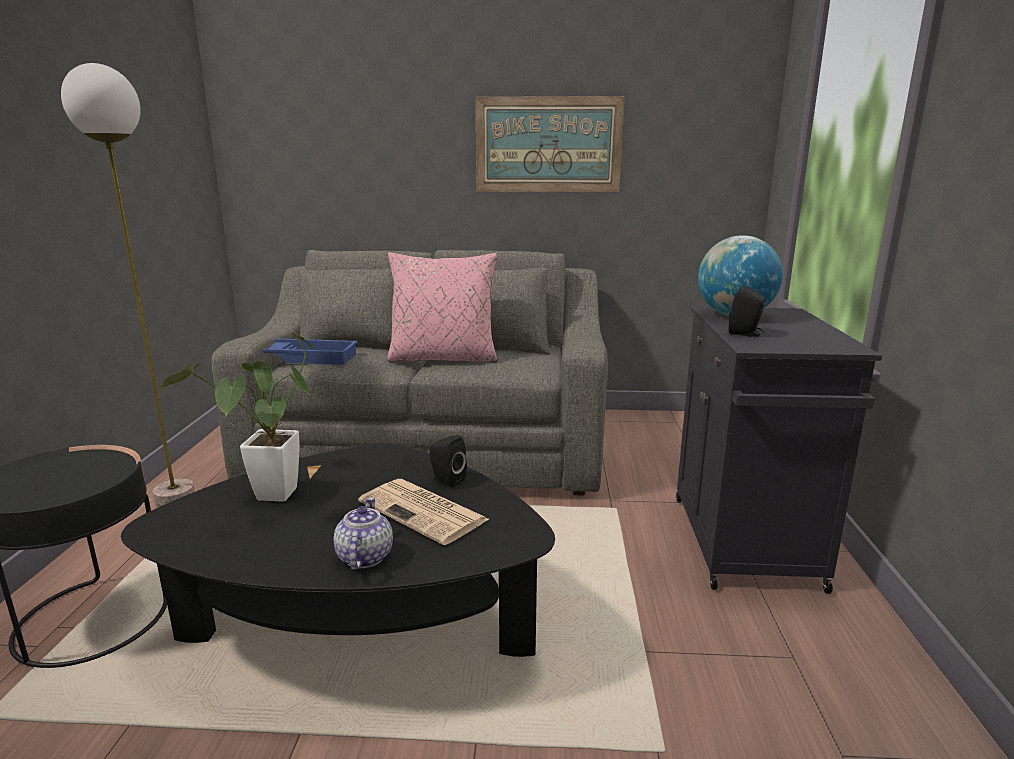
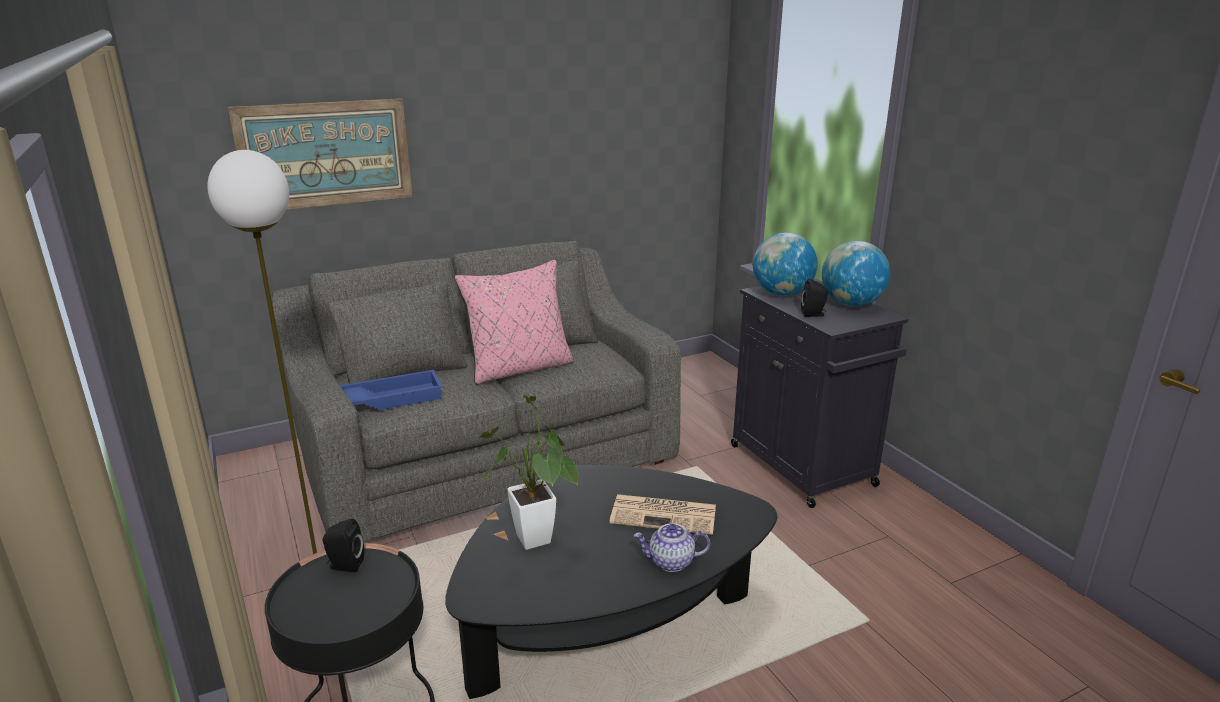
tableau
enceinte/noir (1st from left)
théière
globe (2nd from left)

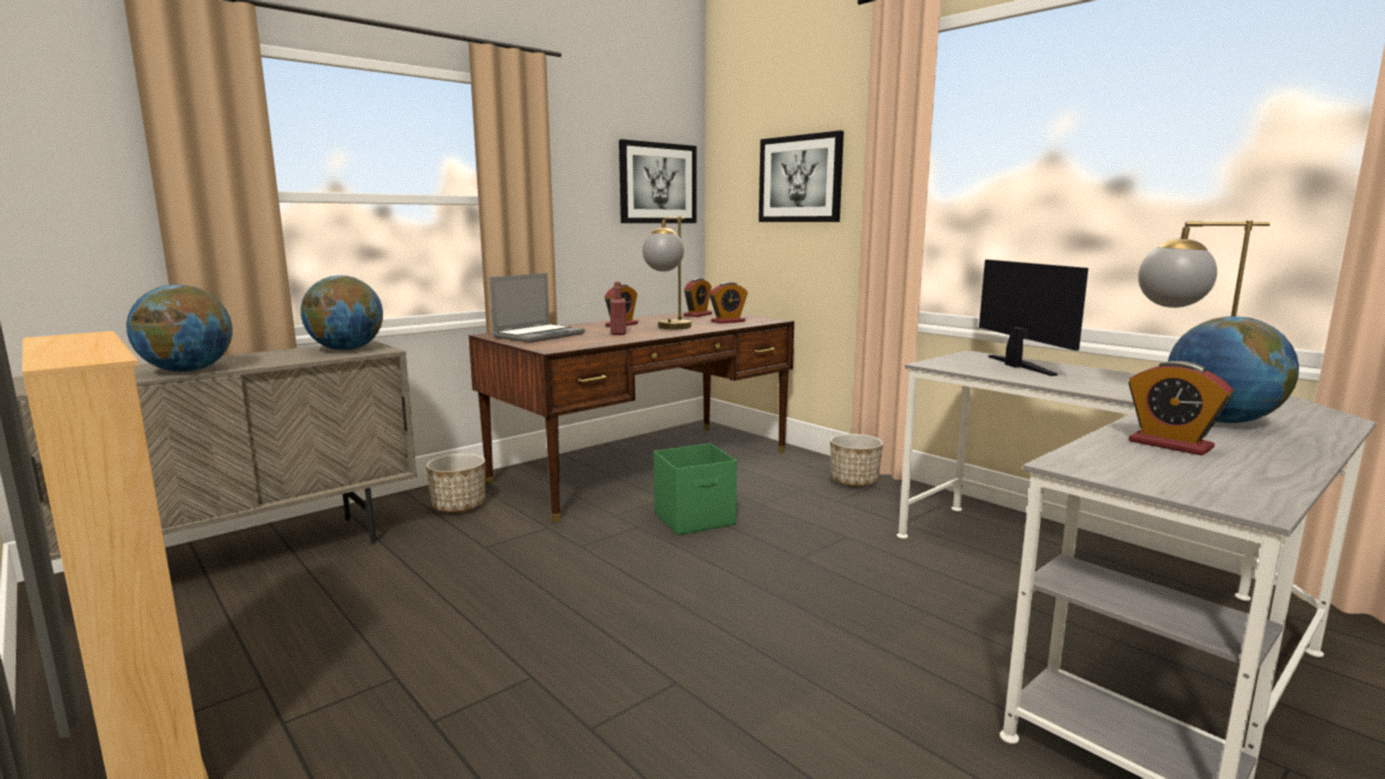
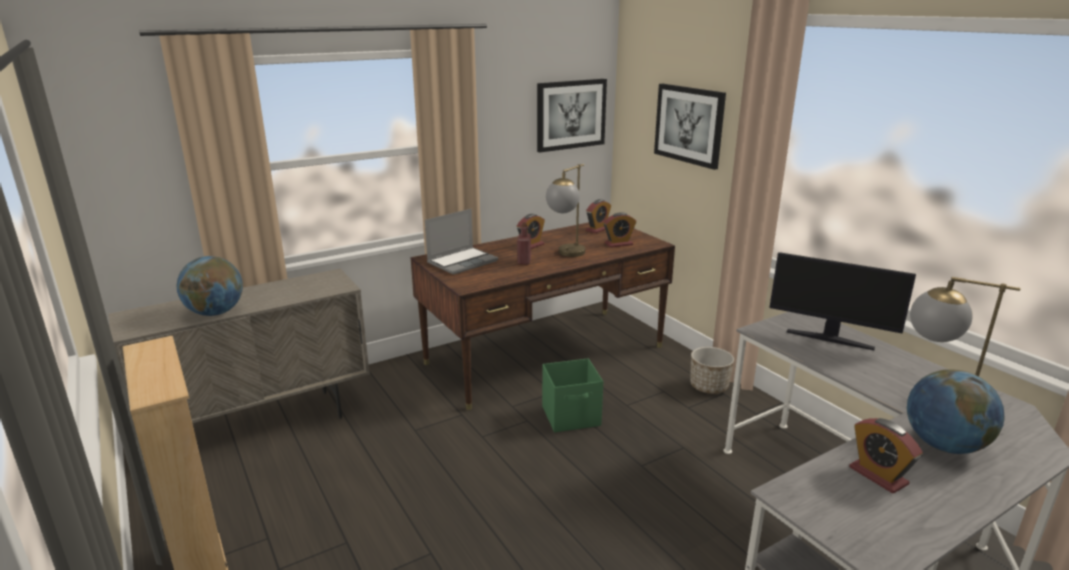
écran d'ordinateur
globe (2nd from left in the first image)
cache-pot (1st from left in the first image)

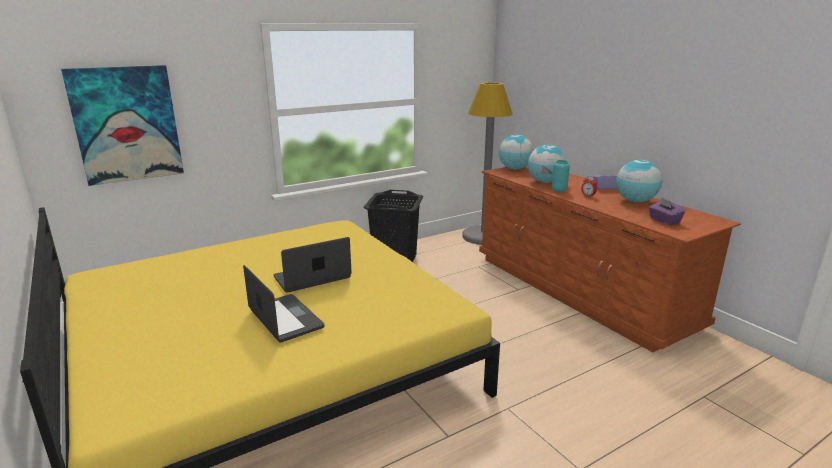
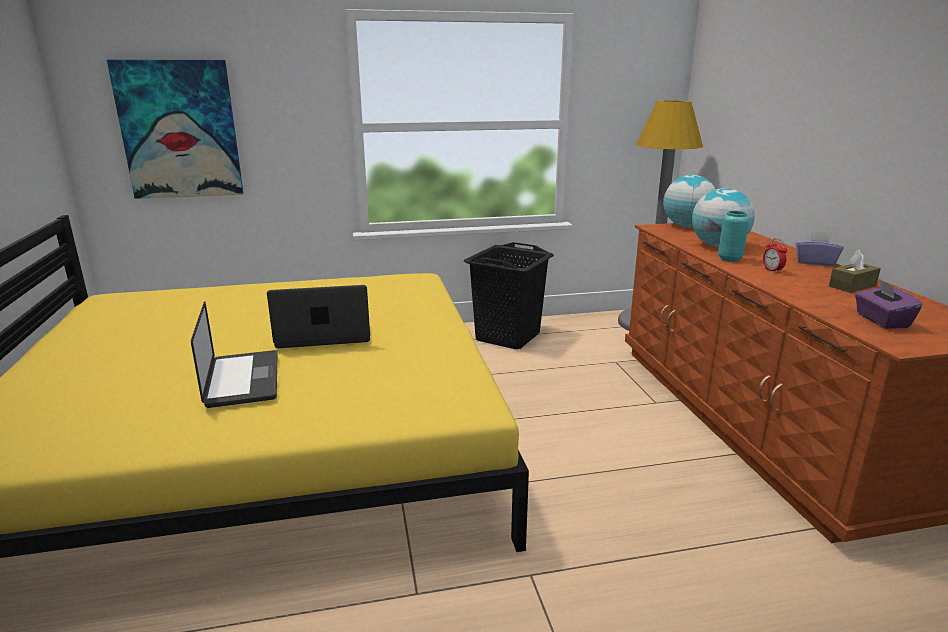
boîte à mouchoirs/marron

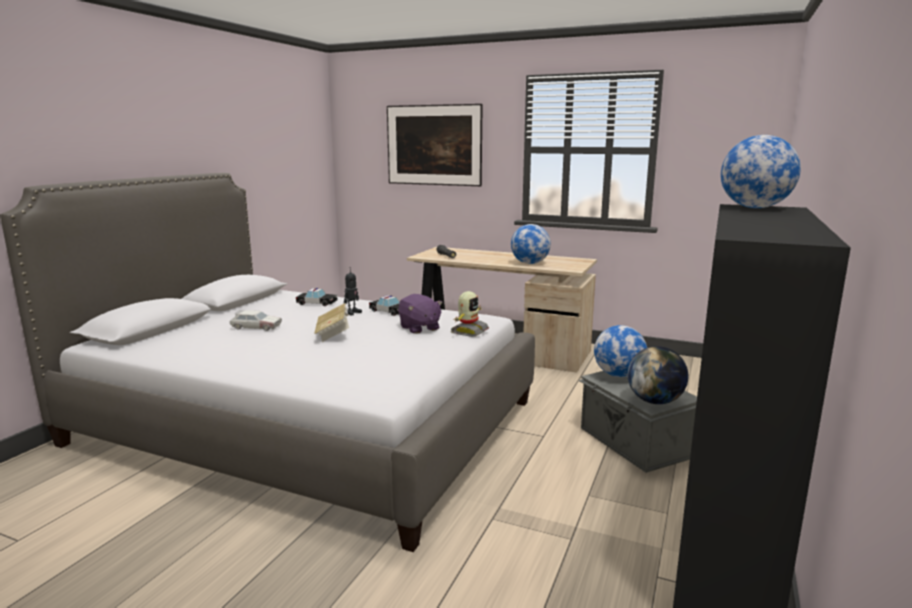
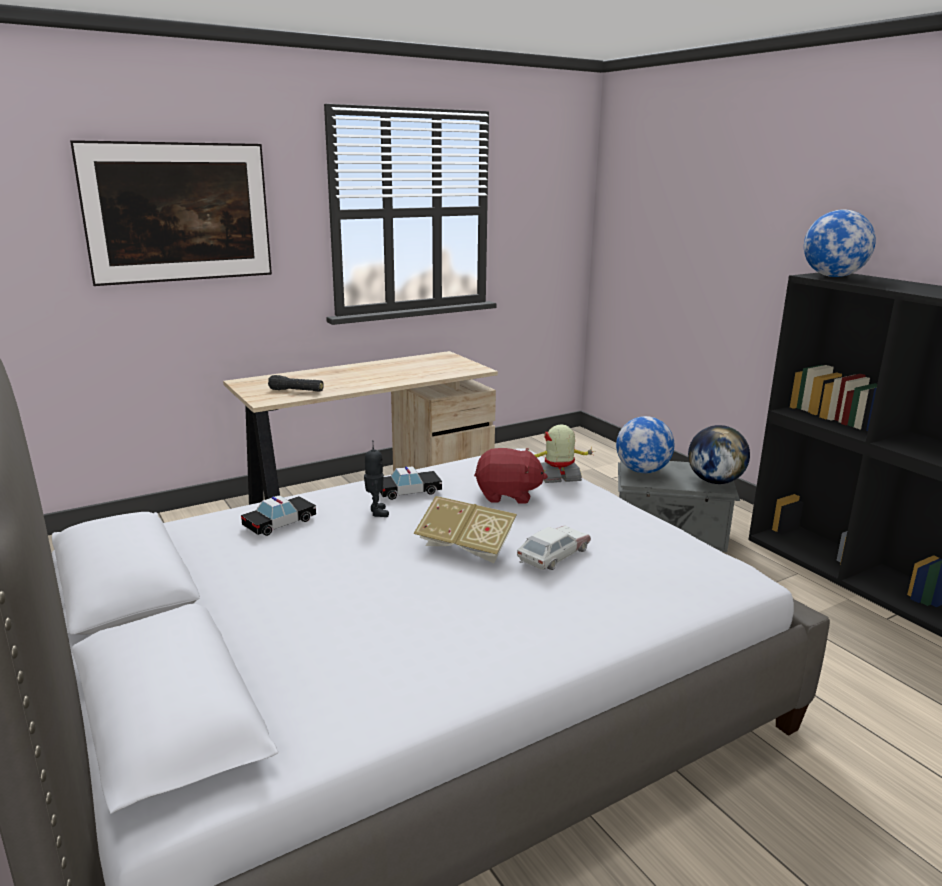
globe (1st from left in the first image)
robot jouet (2nd from left)
peluche/rouge
petite voiture (3rd from left)

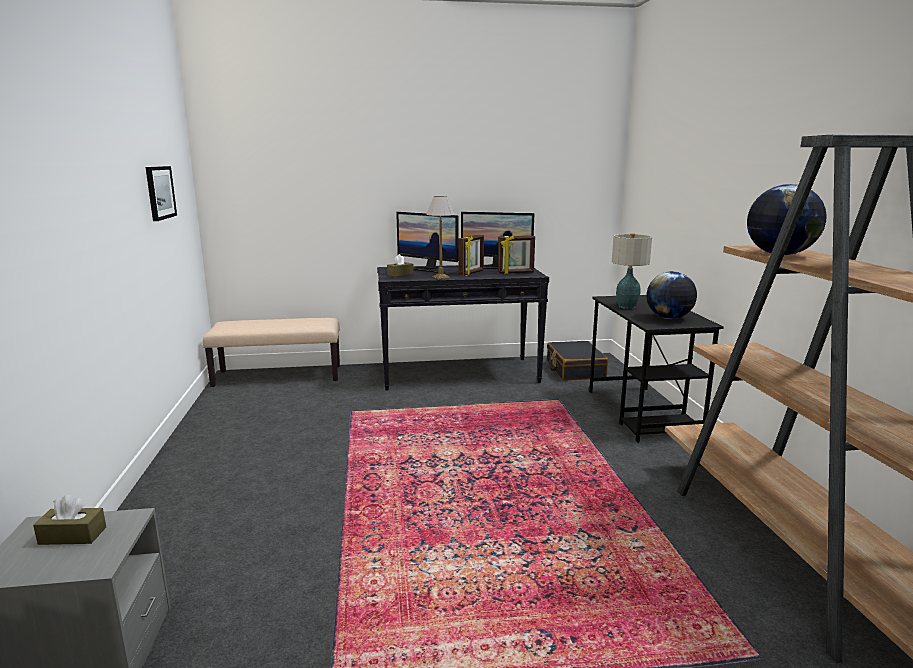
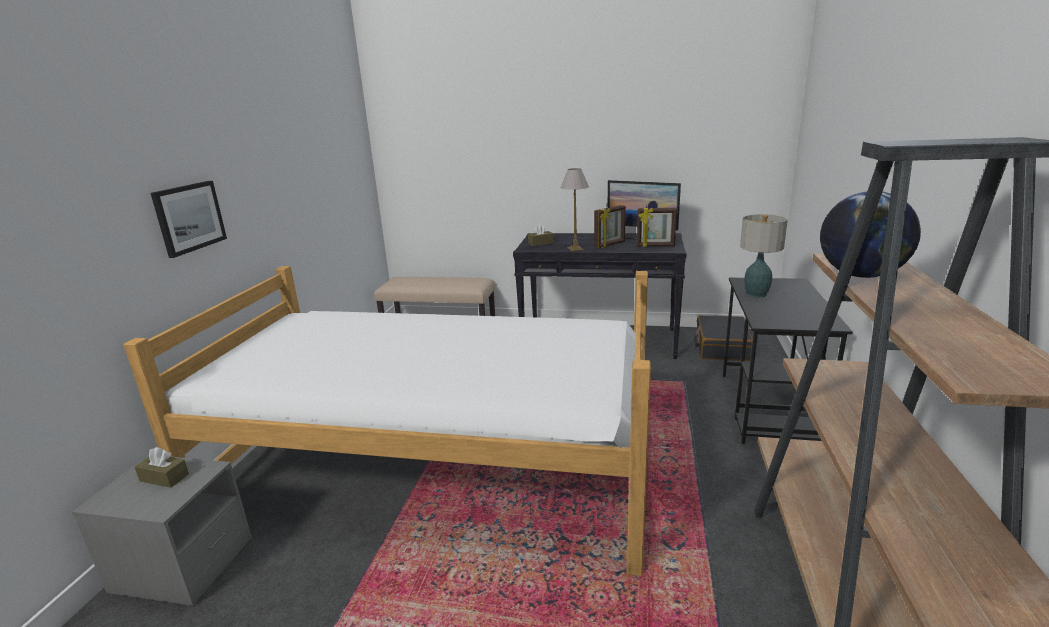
tableau
écran d'ordinateur (1st from left in the first image)
globe (1st from left in the first image)
lit

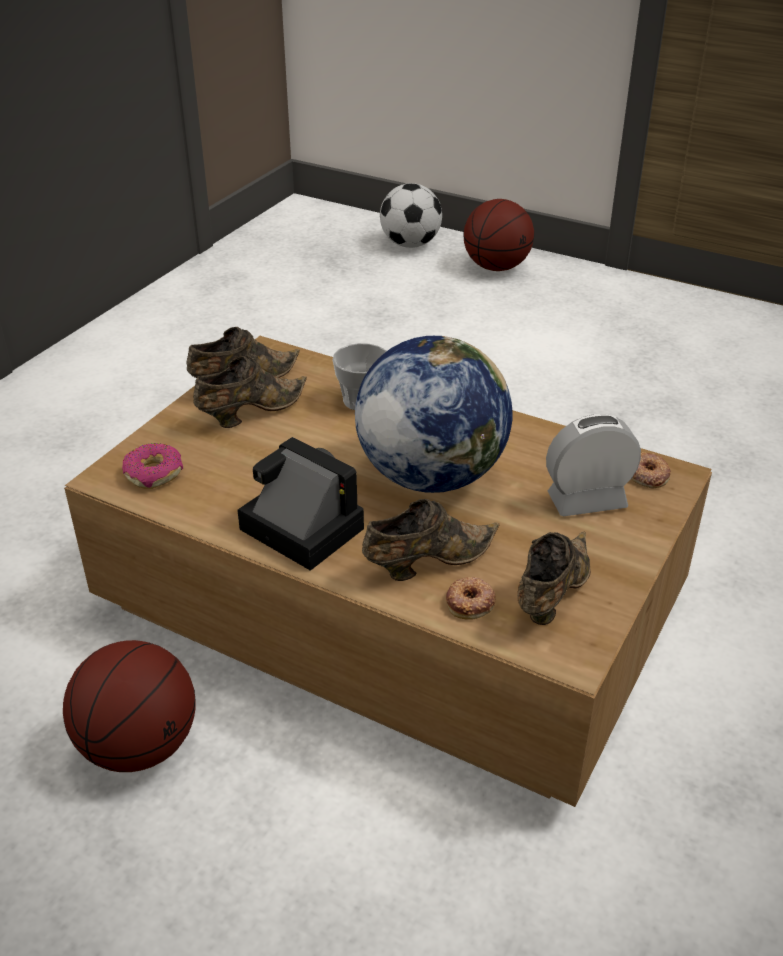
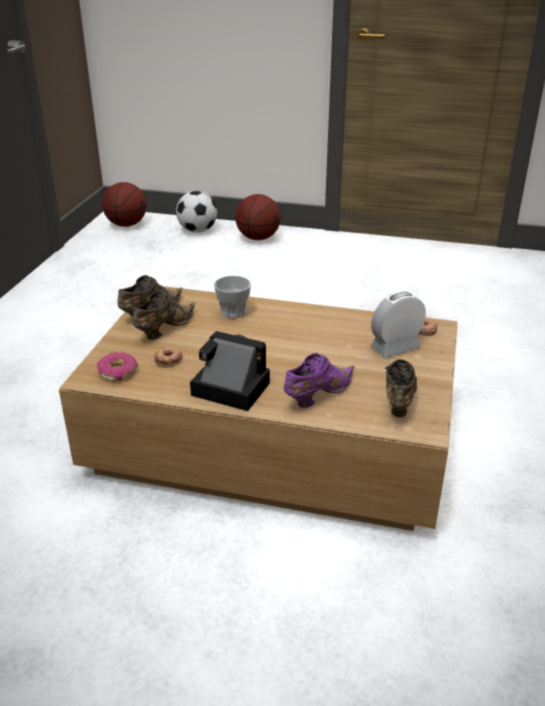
globe
chaussure/violet
beignet (2nd from left)
ballon de basket (1st from left)

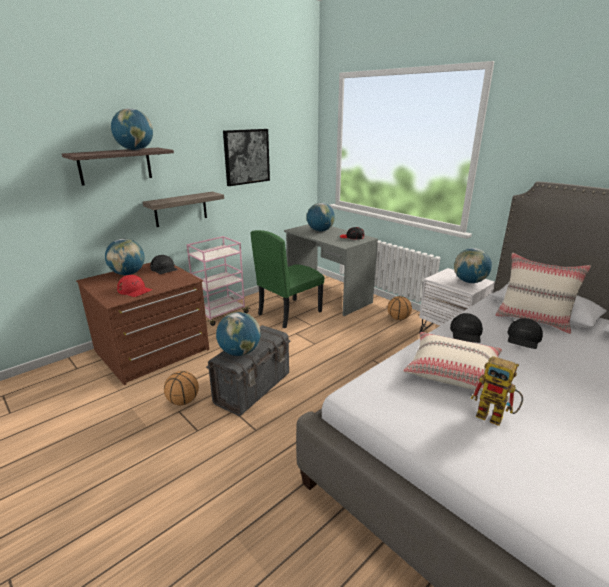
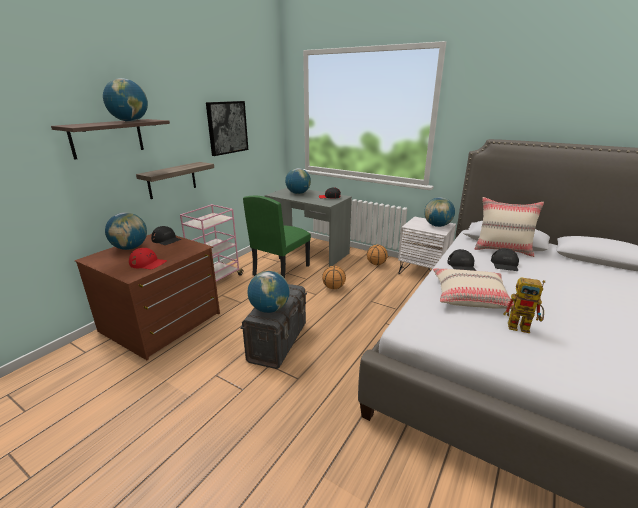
ballon de basket (1st from left)

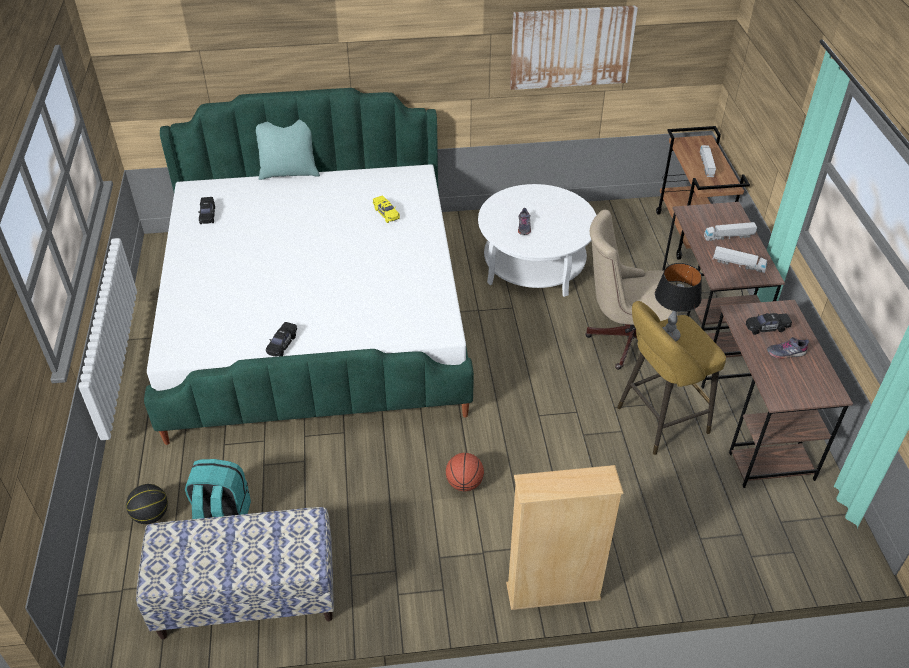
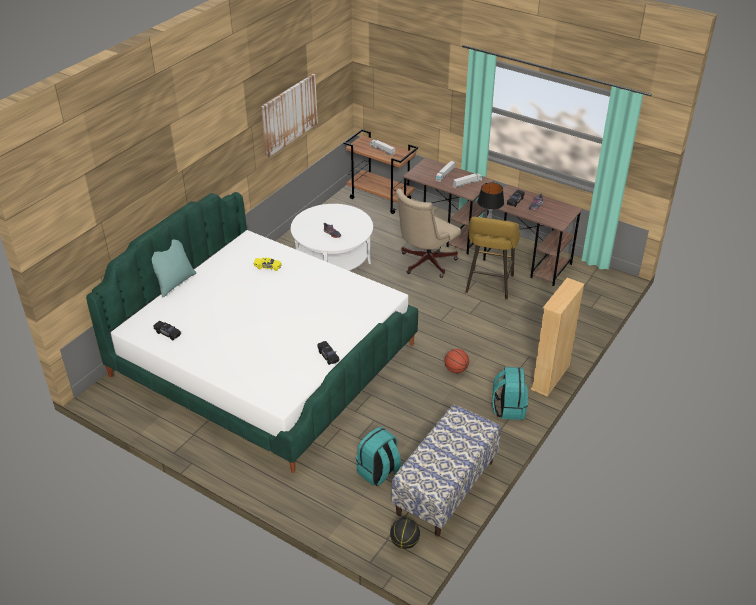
ballon de basket (1st from left)
sac à dos/turquoise (2nd from left)

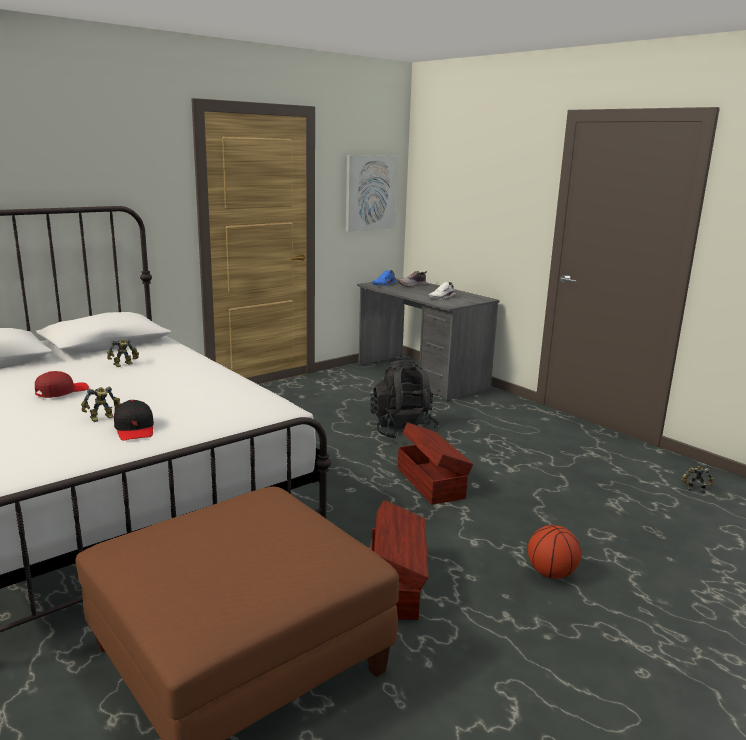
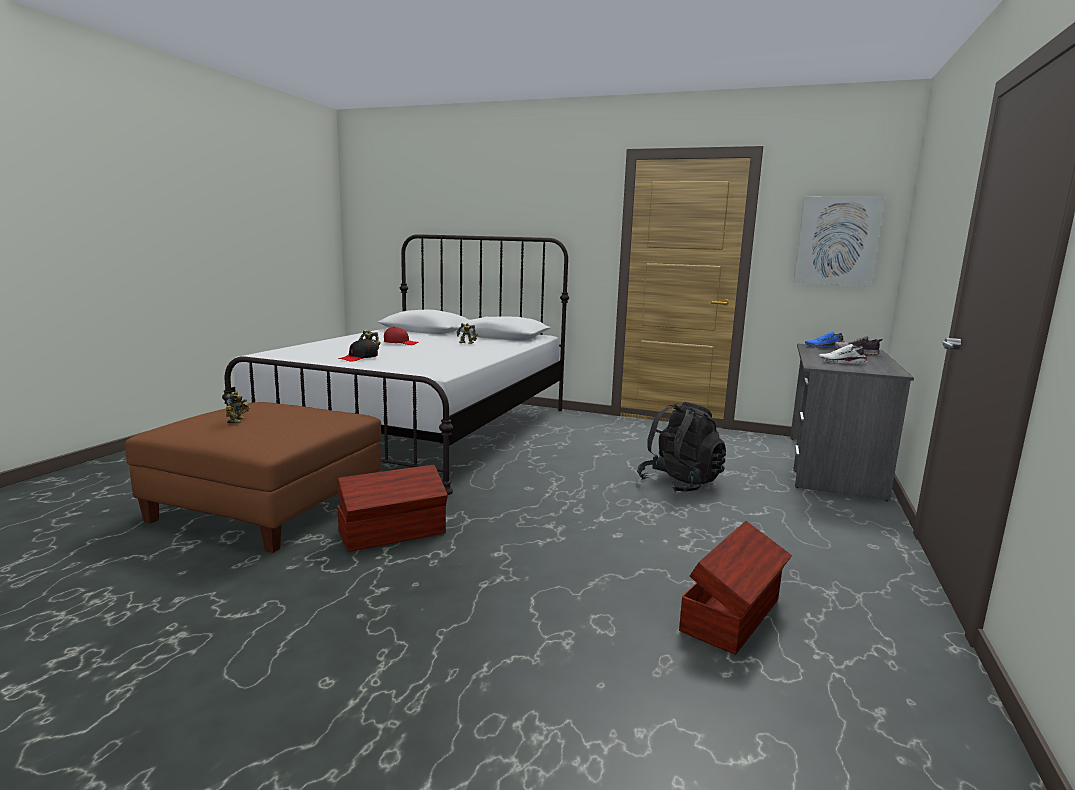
boîte de rangement/marron (2nd from left)
robot jouet (1st from left)
ballon de basket

